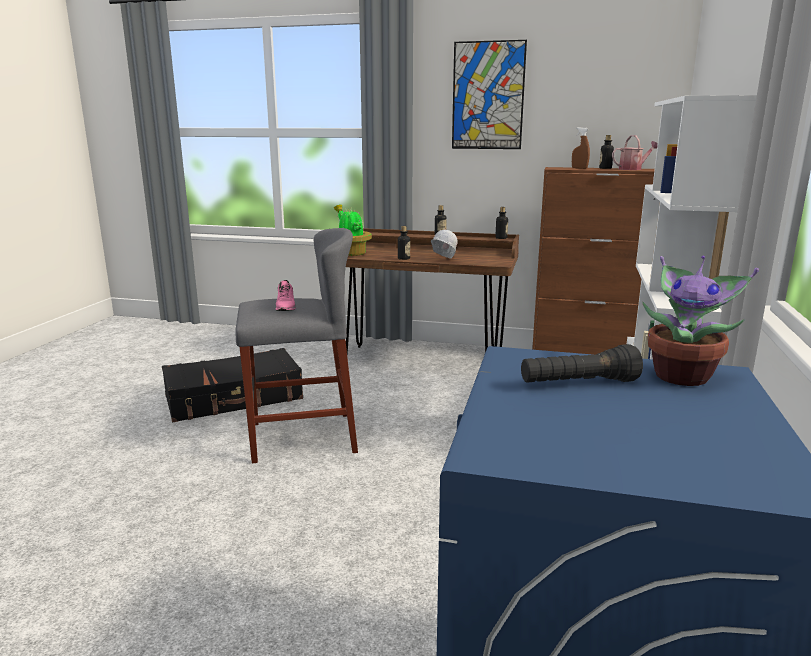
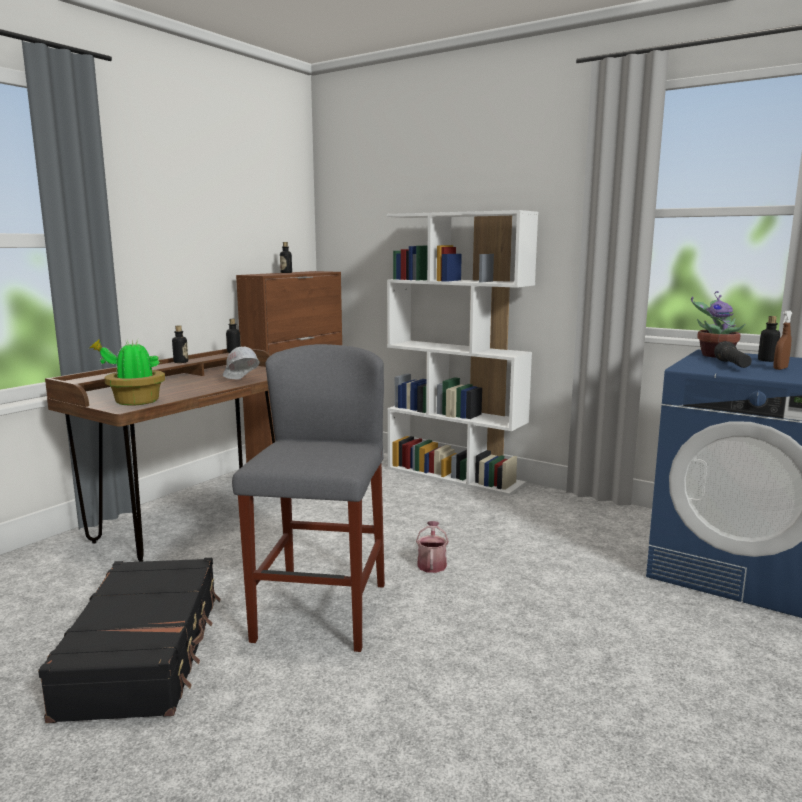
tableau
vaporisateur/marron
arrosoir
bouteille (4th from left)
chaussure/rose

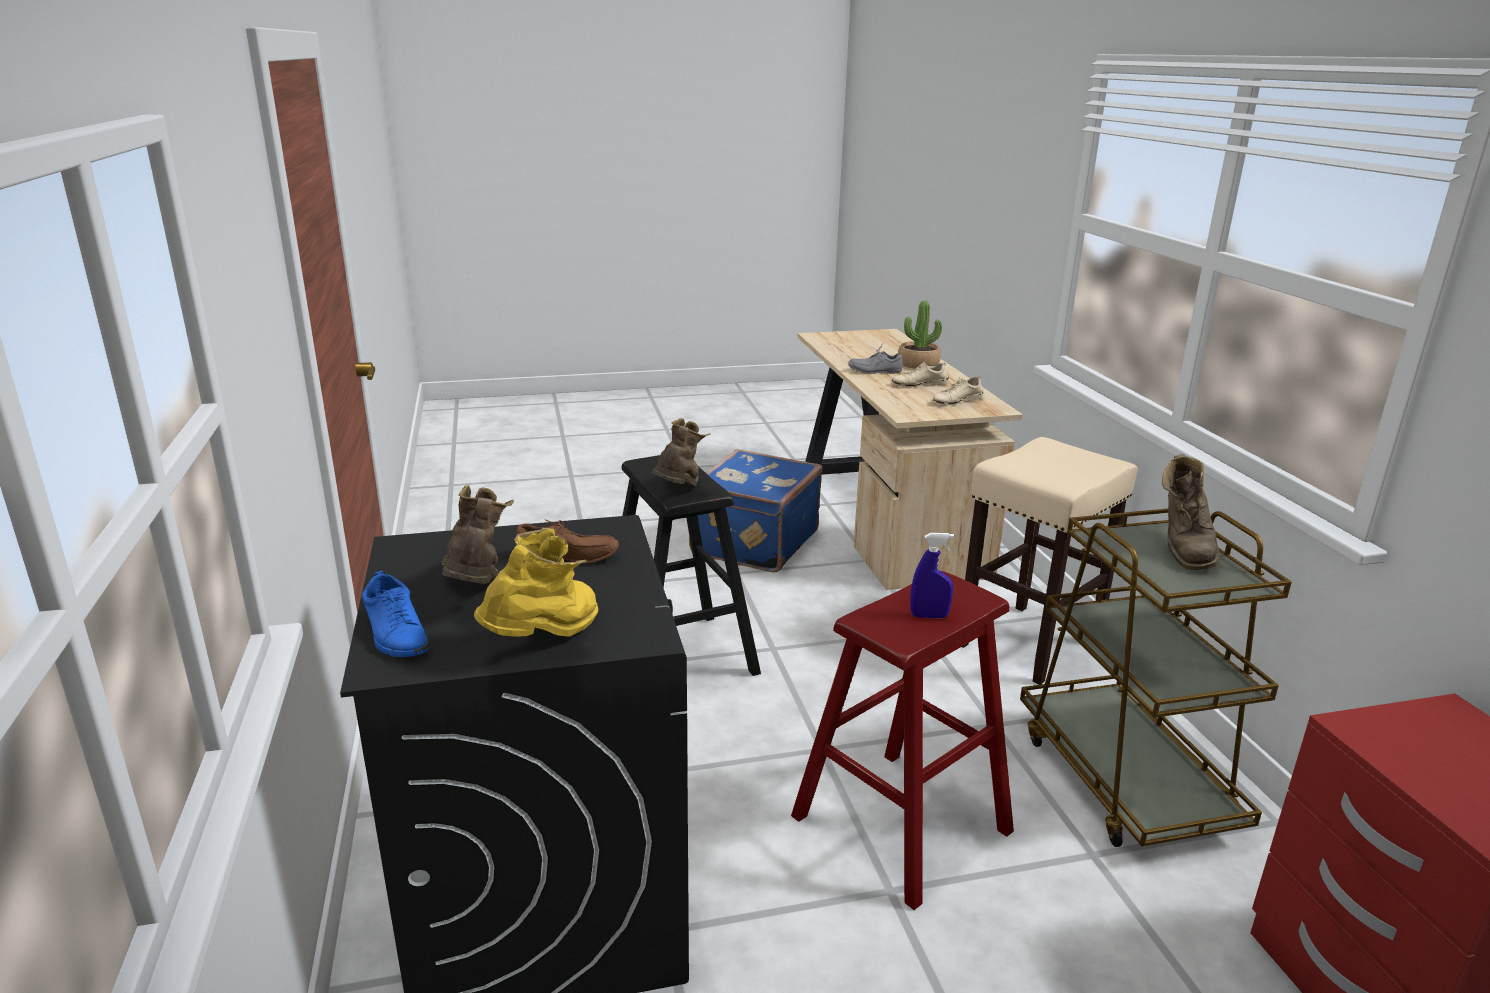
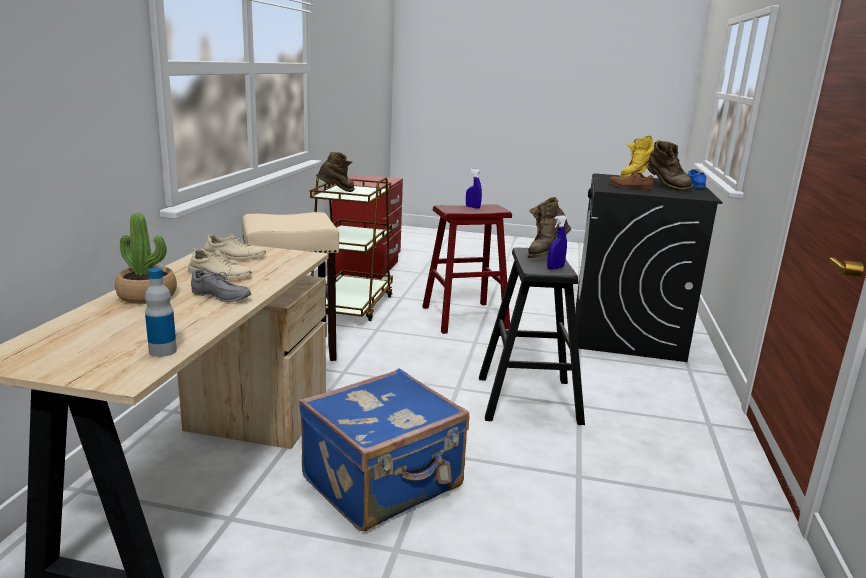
botte/marron (3rd from left)
vaporisateur/bleu (2nd from left)
bouteille

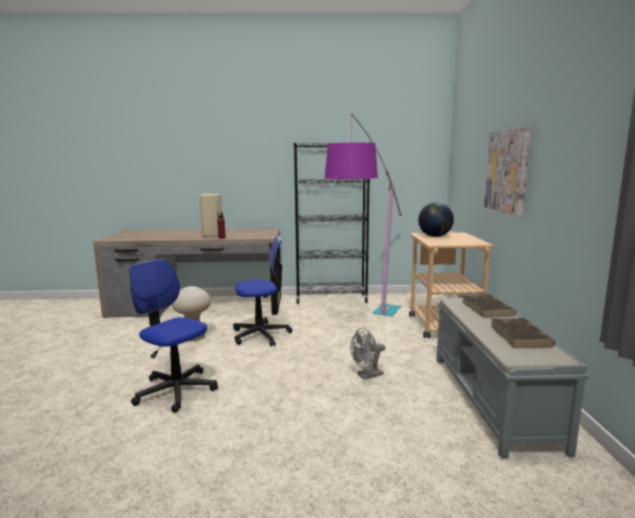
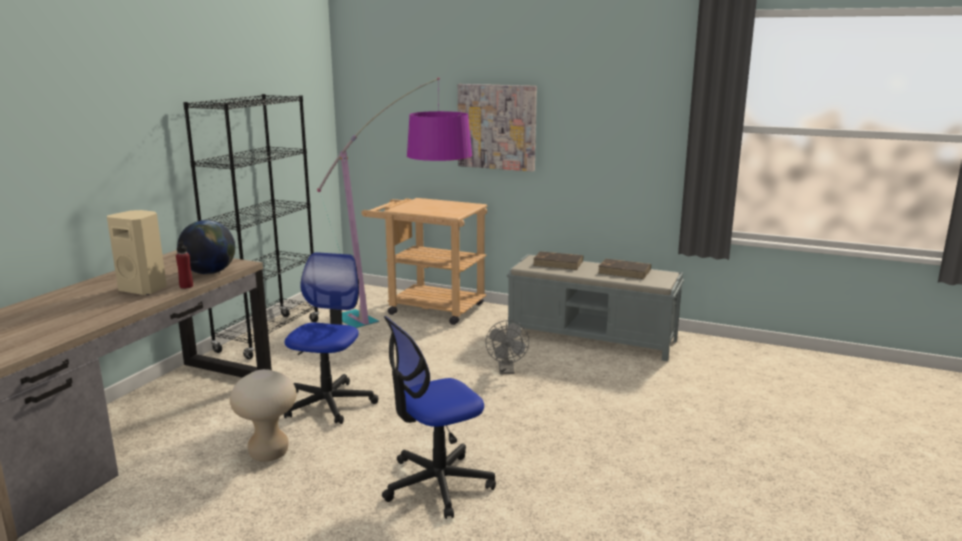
globe

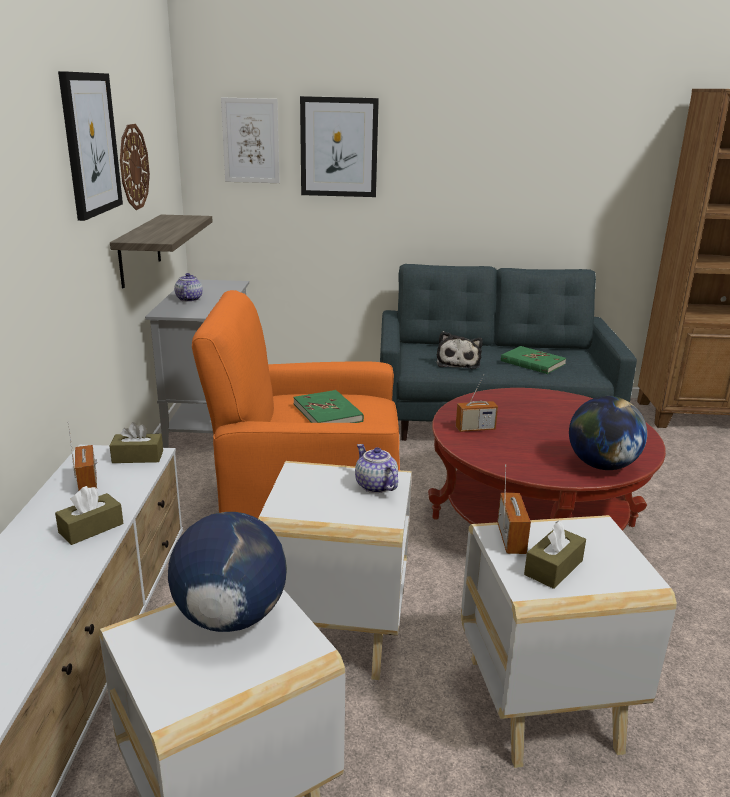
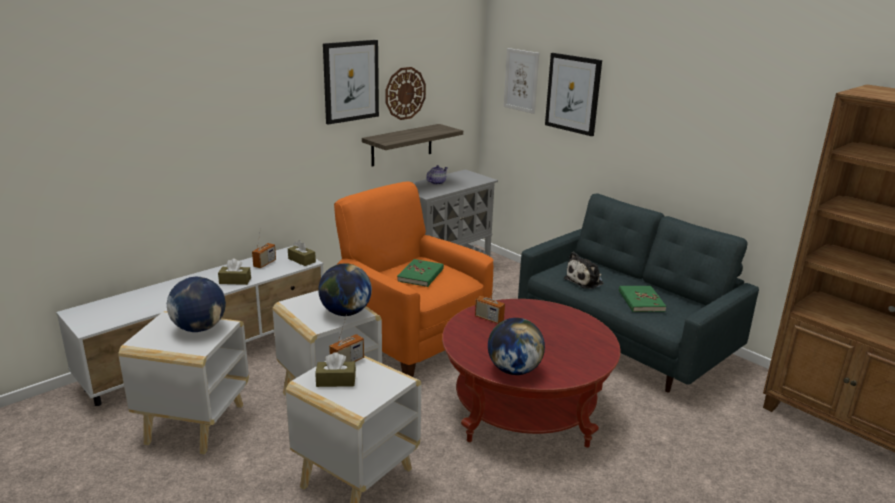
globe (2nd from left)

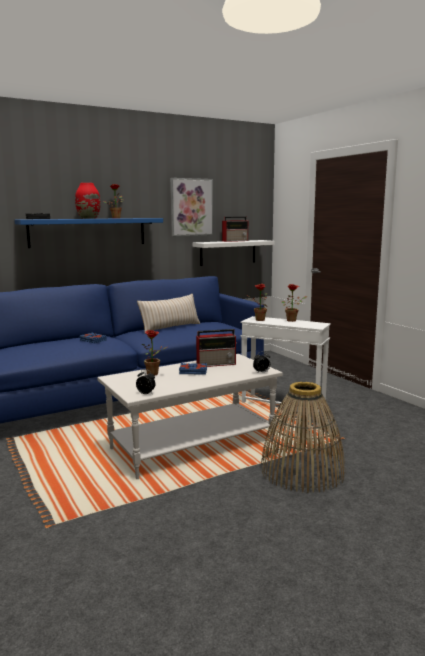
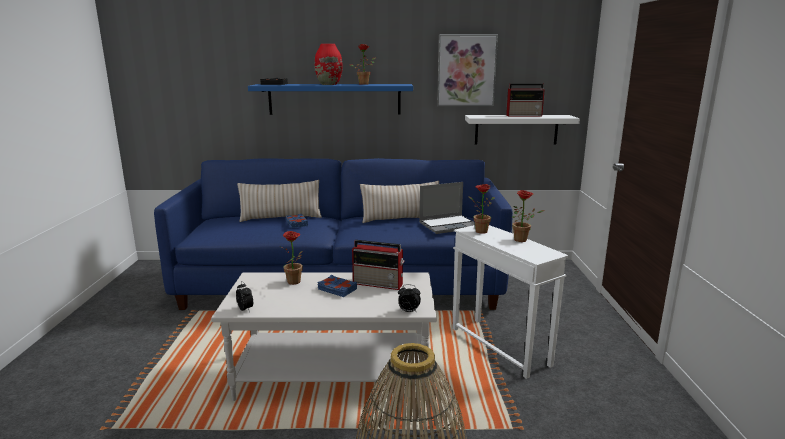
coussin/beige (1st from left)
ordinateur portable

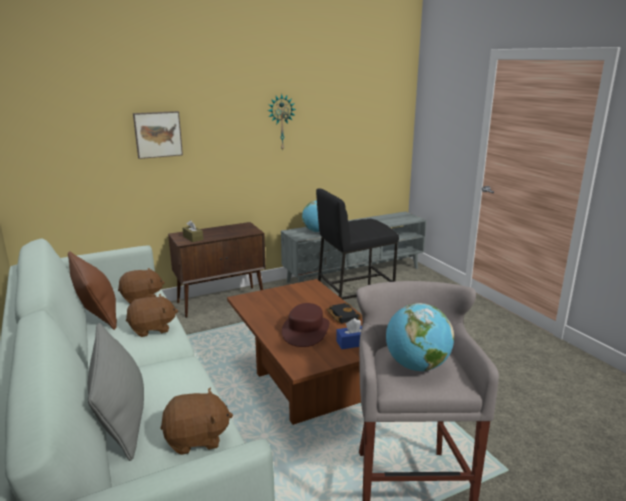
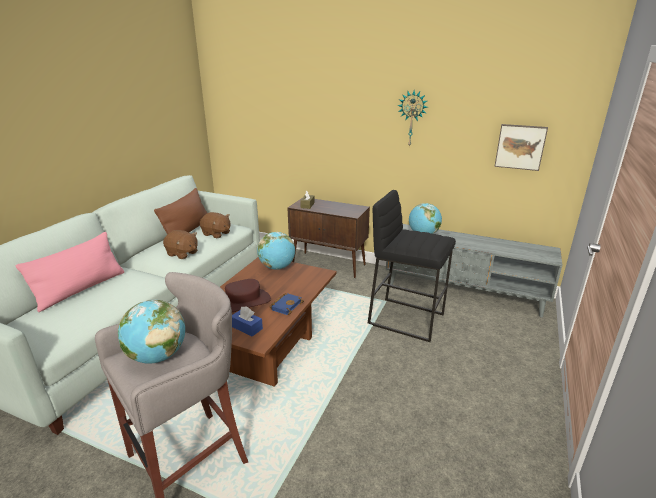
tableau
livre/bleu
coussin/rose
peluche/marron (3rd from left in the first image)
globe (2nd from left)

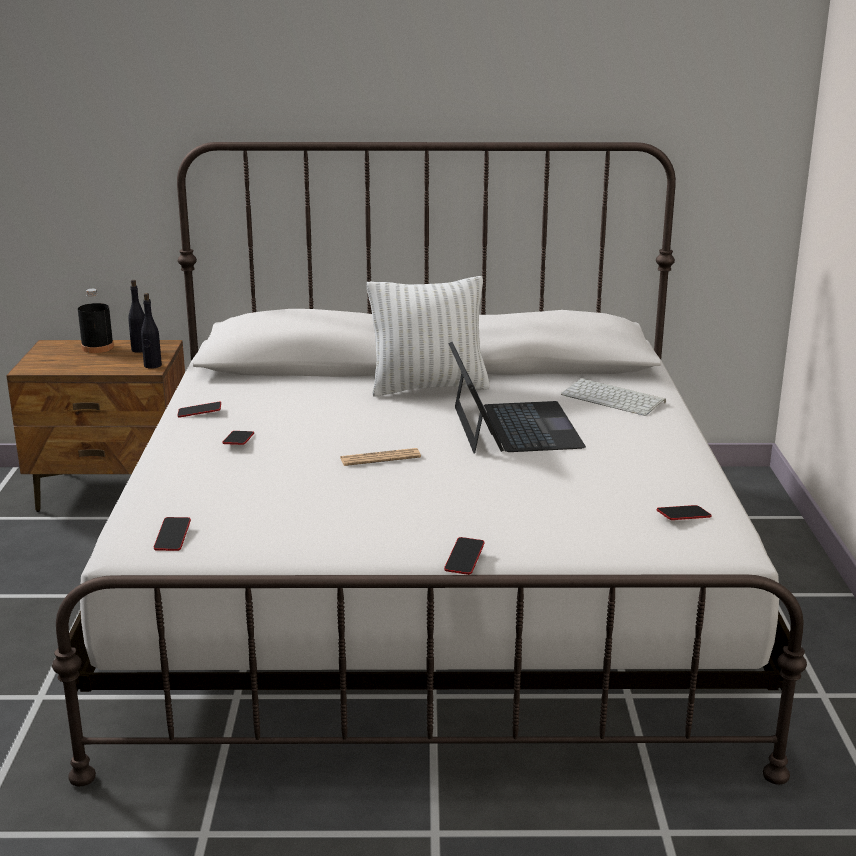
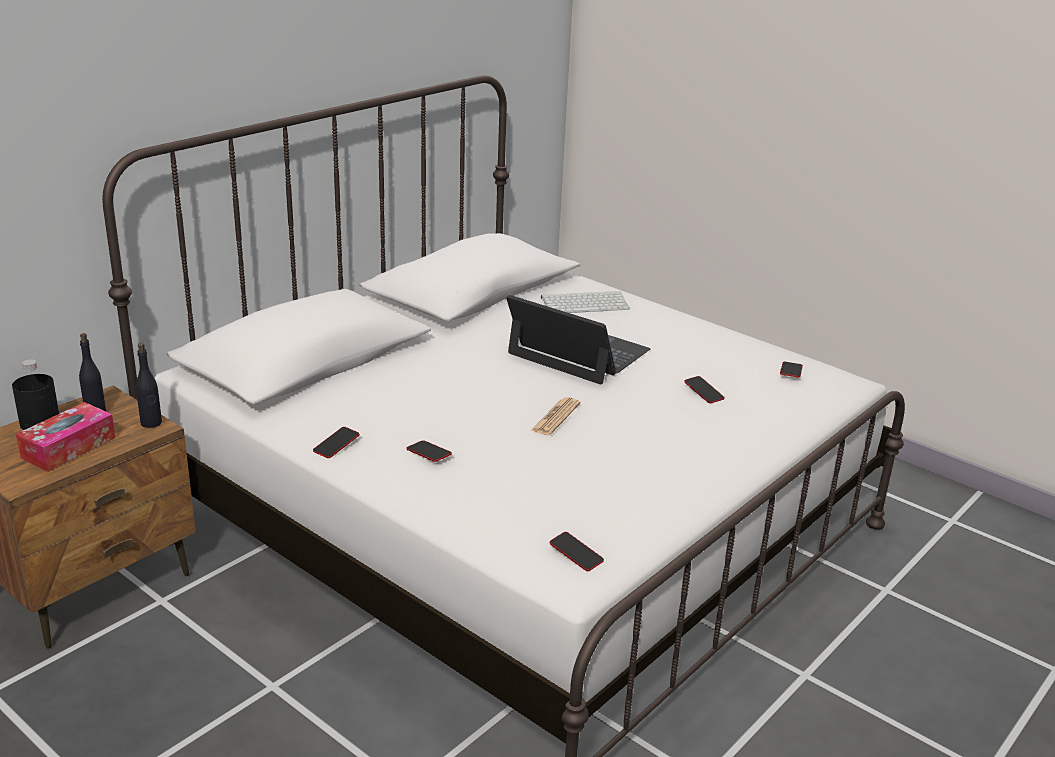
coussin/blanc
téléphone (4th from left)
boîte à mouchoirs

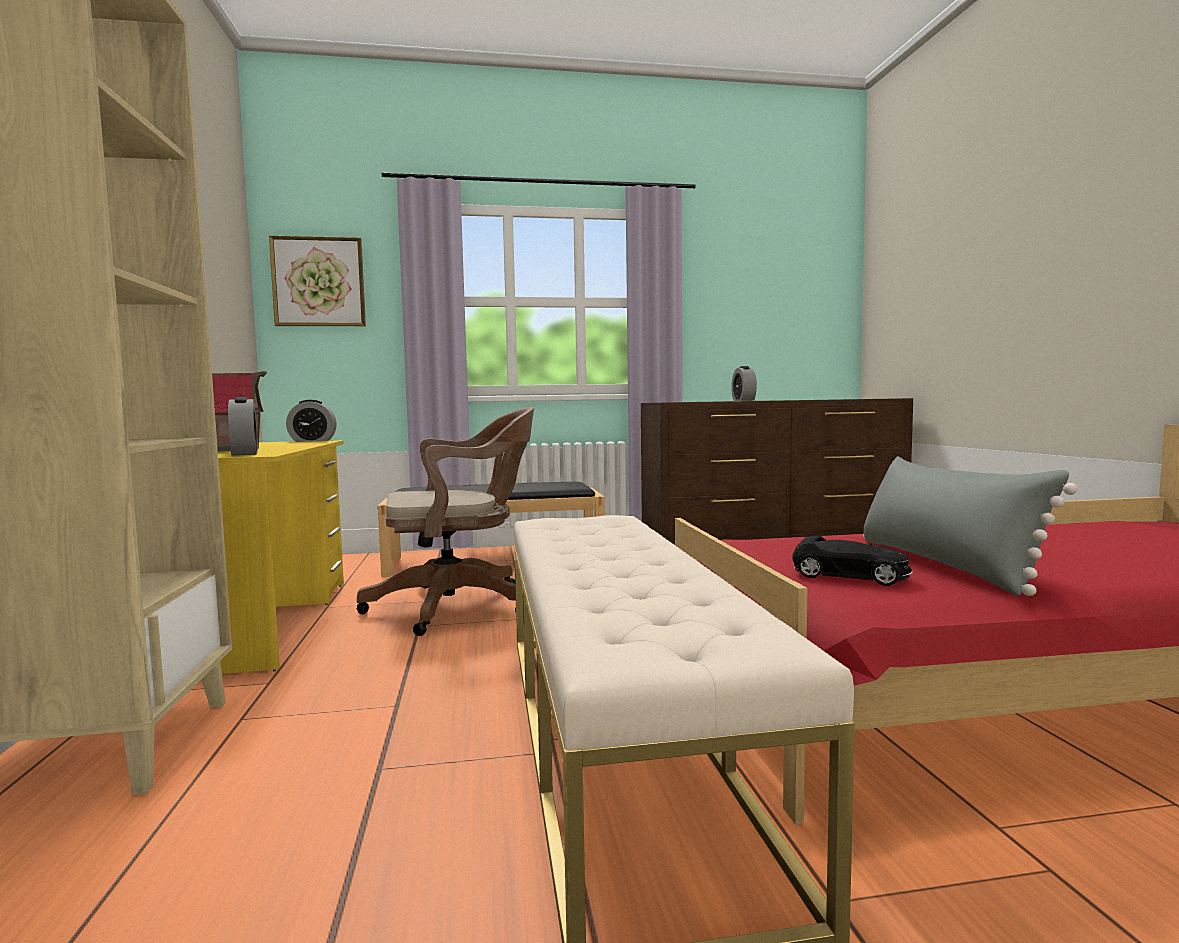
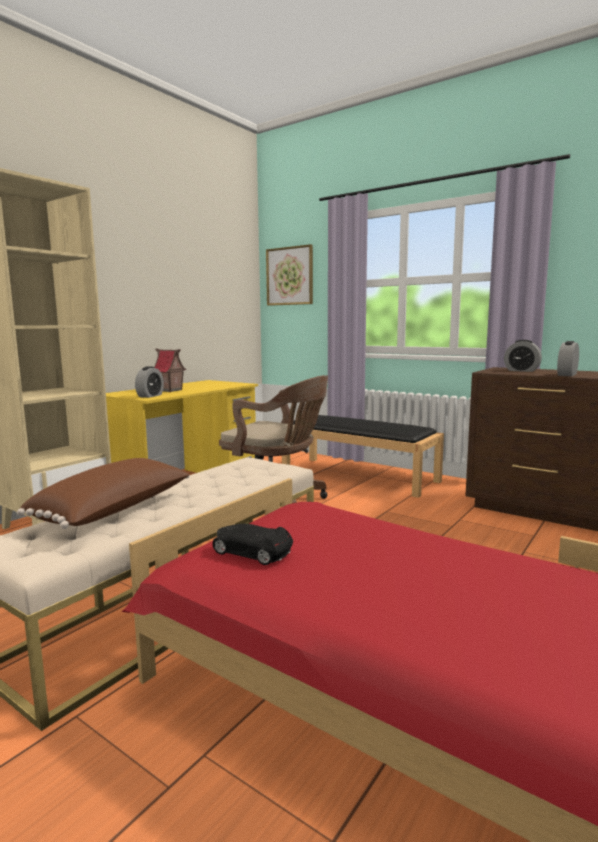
réveil (2nd from left)
coussin/gris
petite voiture/noir
coussin/marron

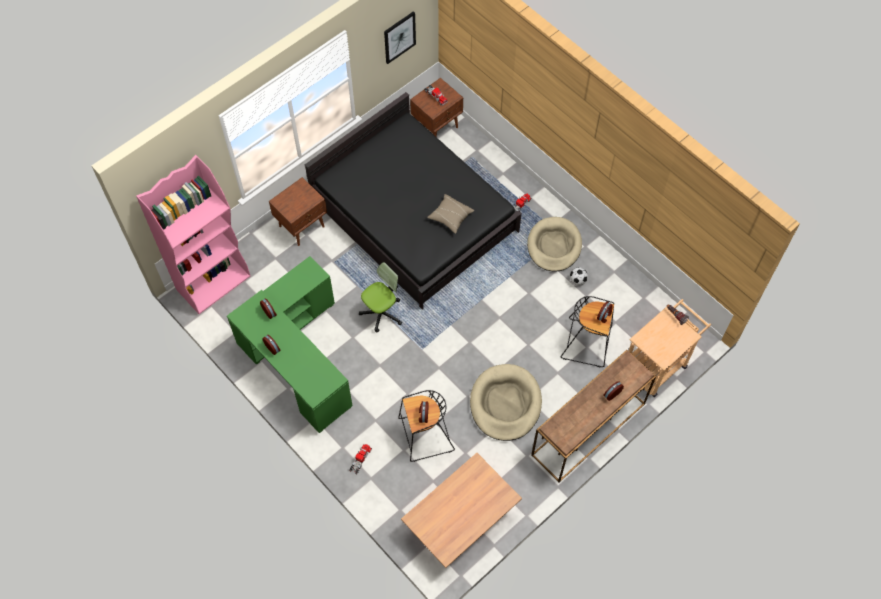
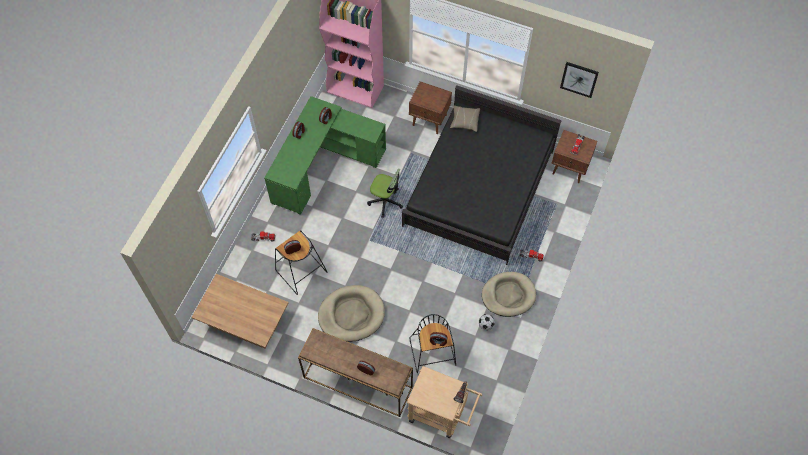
coussin/beige

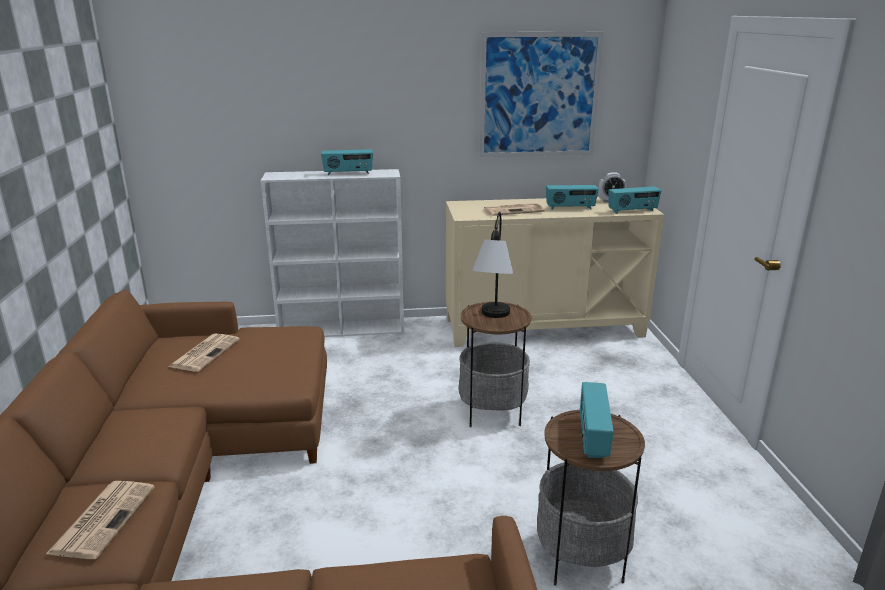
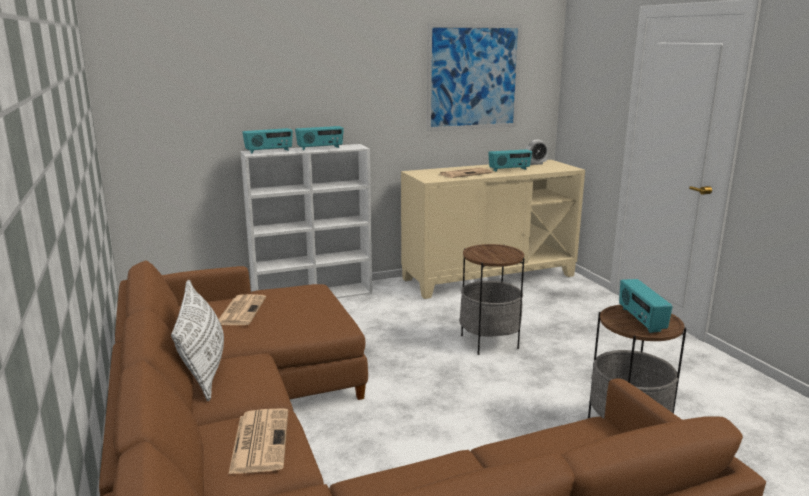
radio (1st from left)
lampe de table
coussin/blanc

